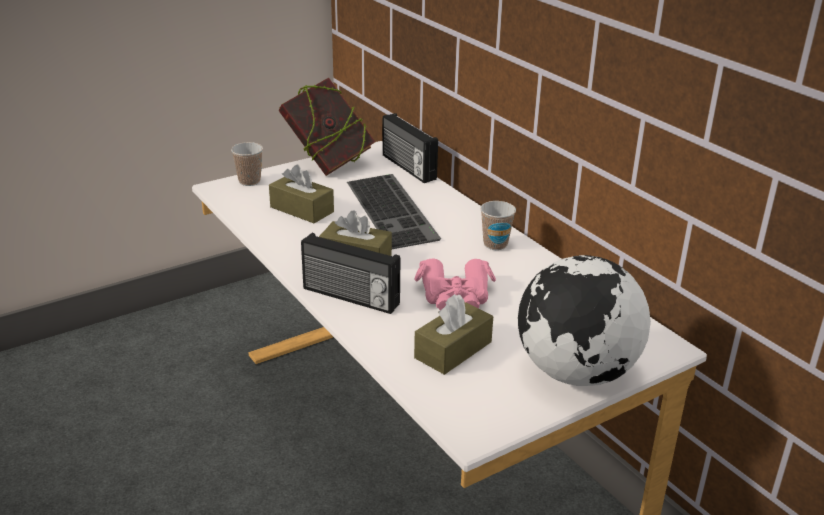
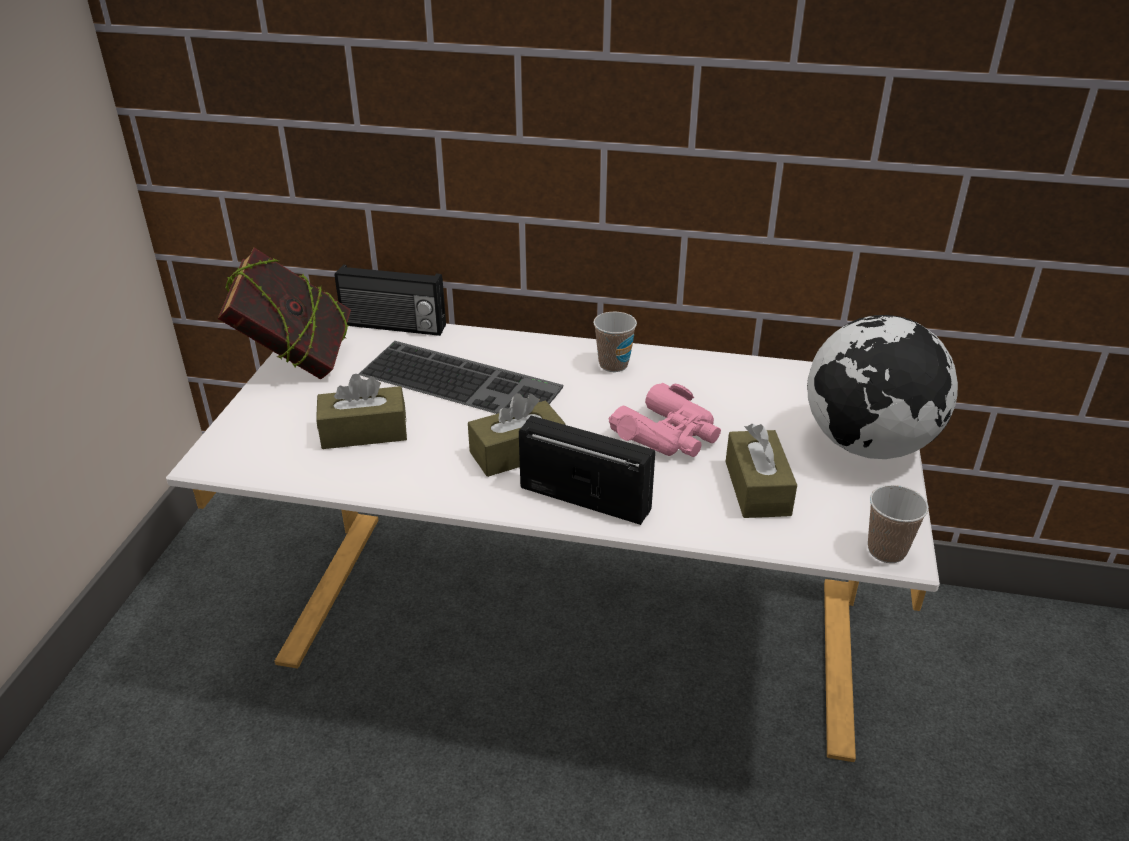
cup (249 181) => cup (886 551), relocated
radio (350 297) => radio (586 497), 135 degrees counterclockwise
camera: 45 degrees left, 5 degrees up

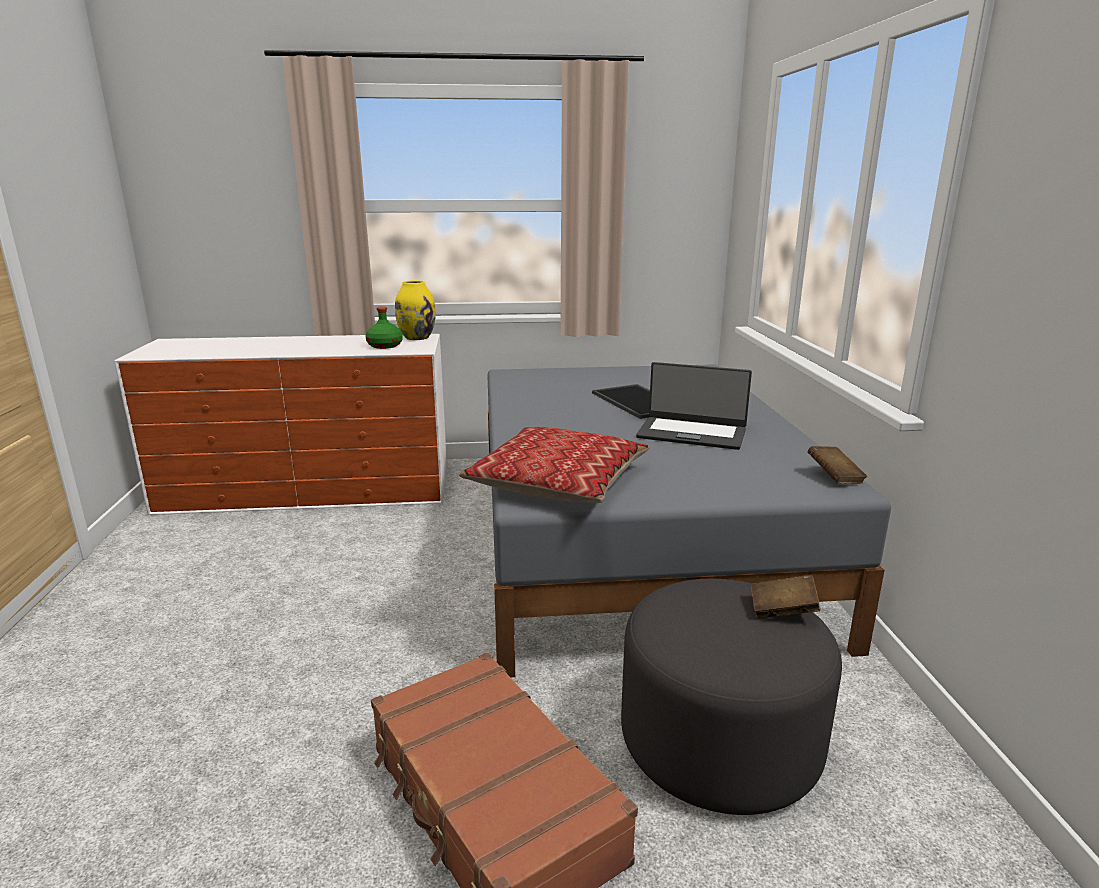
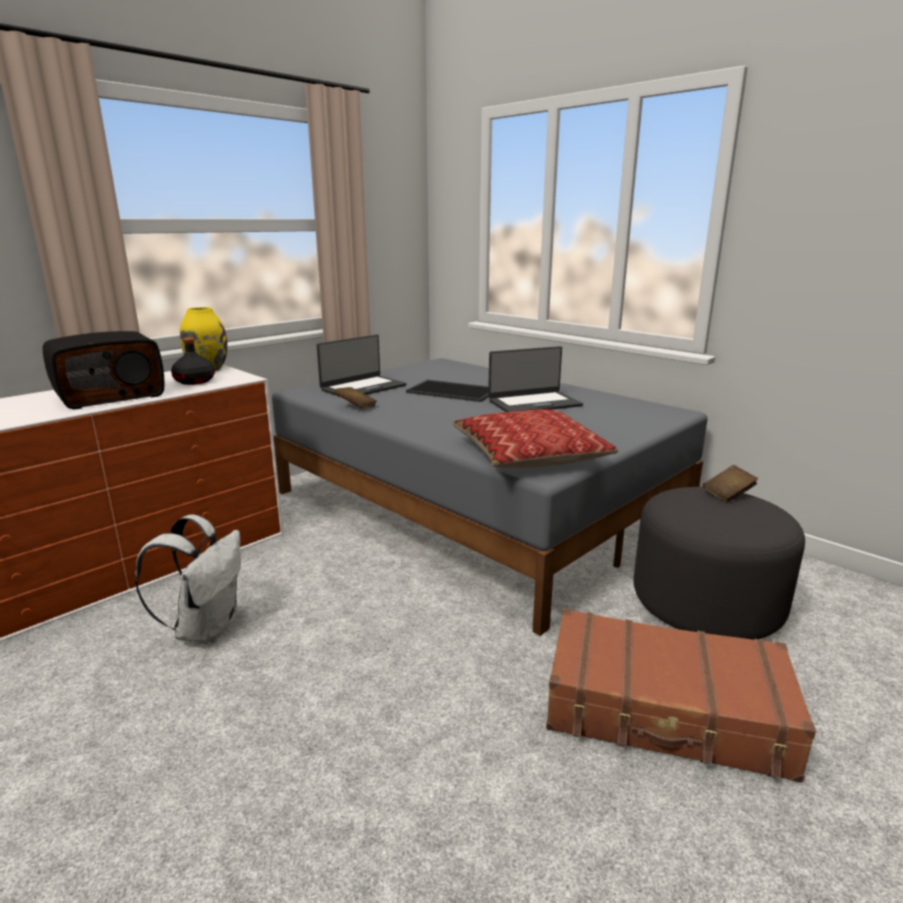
green bottle (385 346) => black bottle (195 381)
brown book (834 477) => brown book (356 407), relocated
nothing => radio (111 395)
nothing => white backpack (206 628)
nothing => laptop (363 387)
camera: 40 degrees left, 0 degrees up

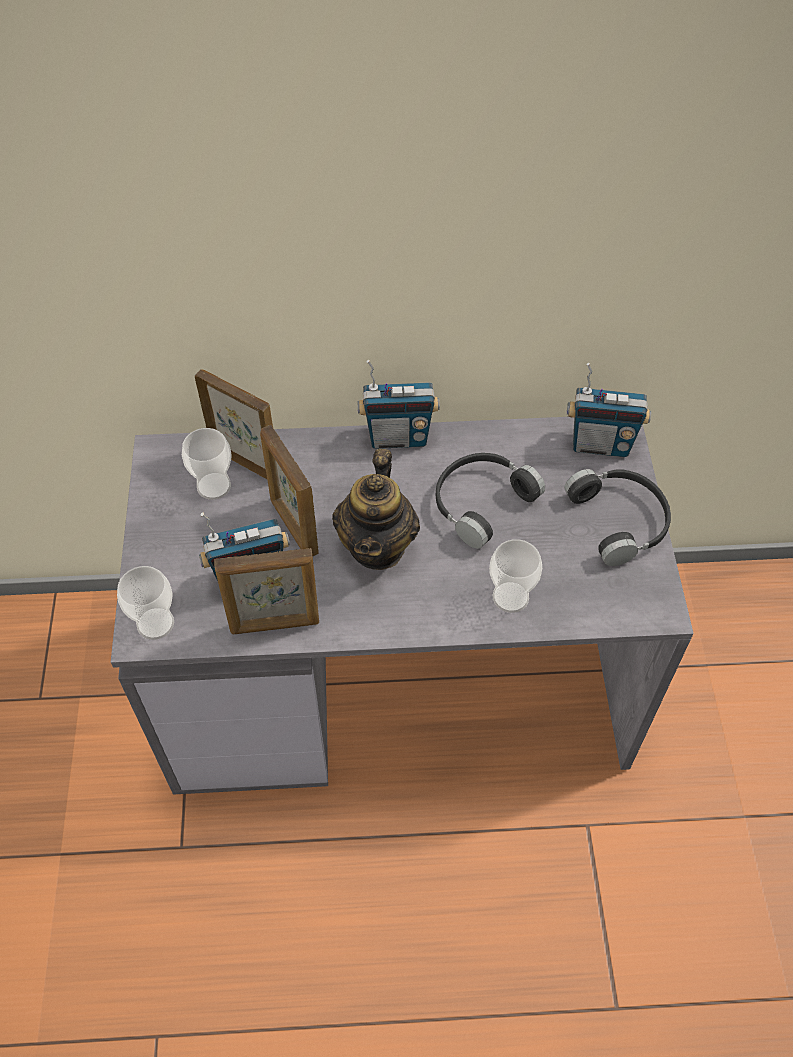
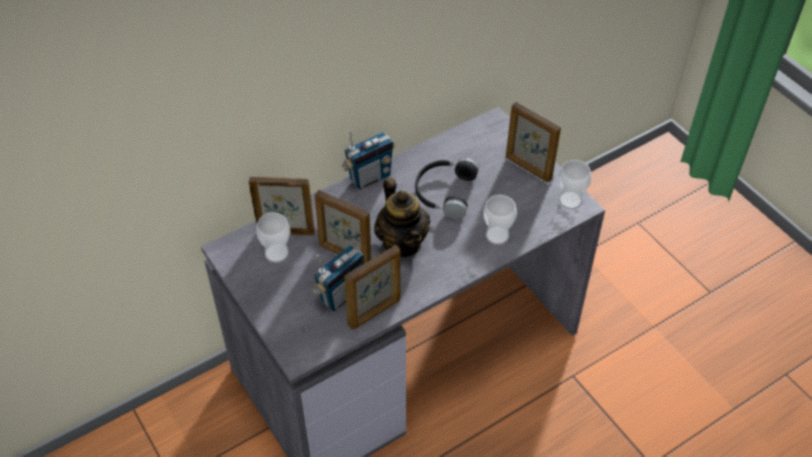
cup (155 623) => cup (570 200), relocated
black headphones (621 520) => picture frame (528 168)
radio (600 444) => nothing
camera: 30 degrees left, 5 degrees down

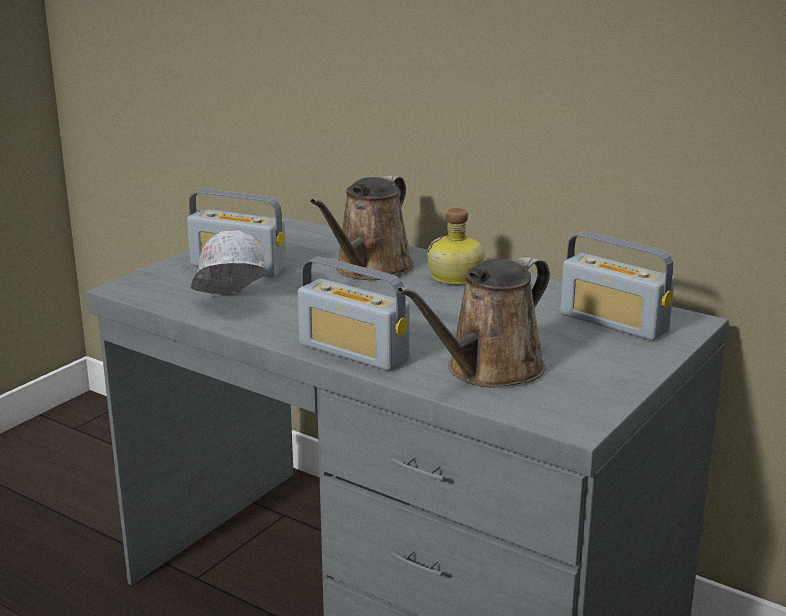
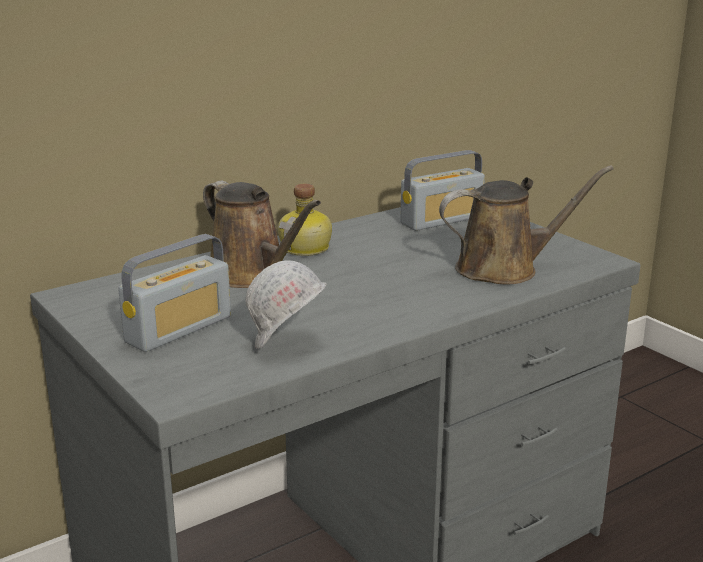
radio (353 352) => nothing
brown watering can (488 370) => brown watering can (504 268), 75 degrees counterclockwise
camera: 70 degrees left, 0 degrees up

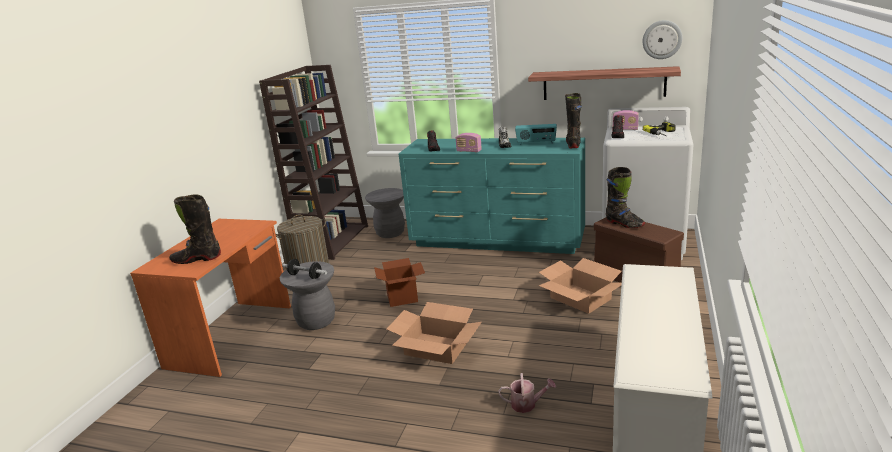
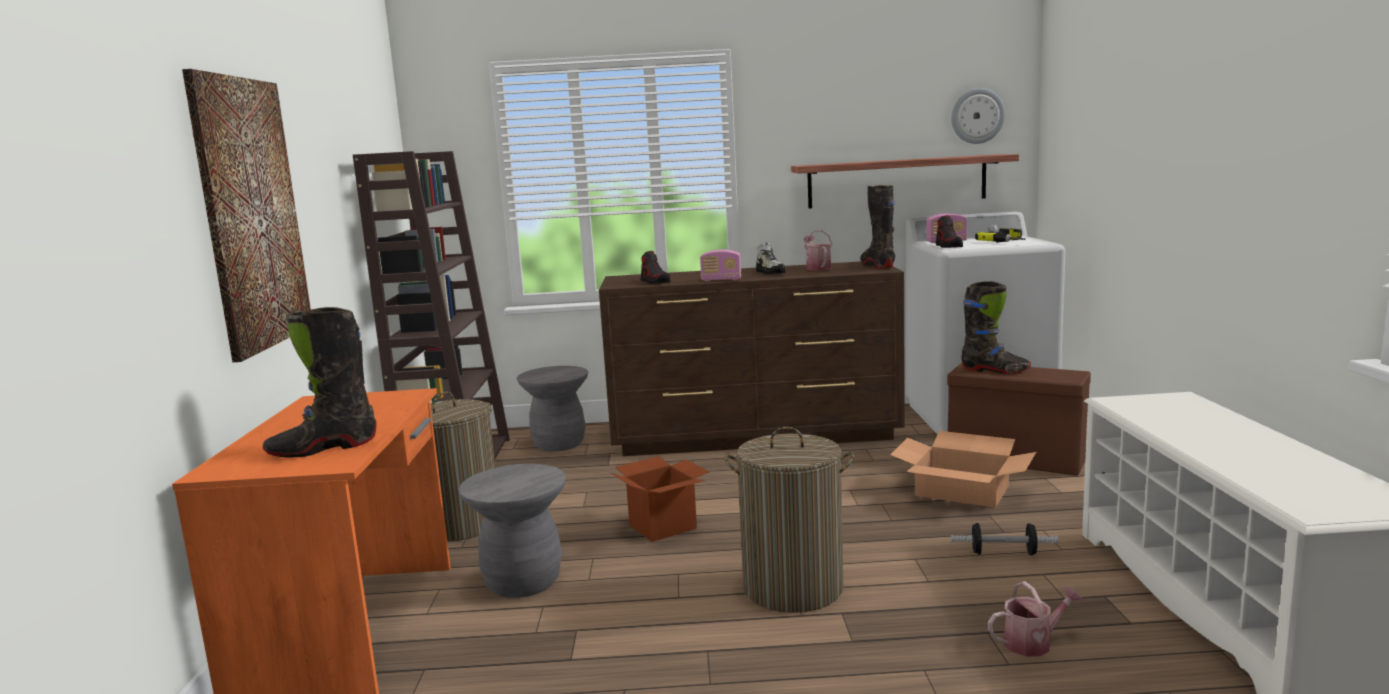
dumbbell (305 276) => dumbbell (1003 553), relocated
cardboard box (436 348) => laundry basket (793 588)
turquoise dresser (497 240) => brown dresser (756 436)
radio (536 143) => watering can (817 268)
nothing => picture (251 214)
camera: 20 degrees left, 10 degrees down

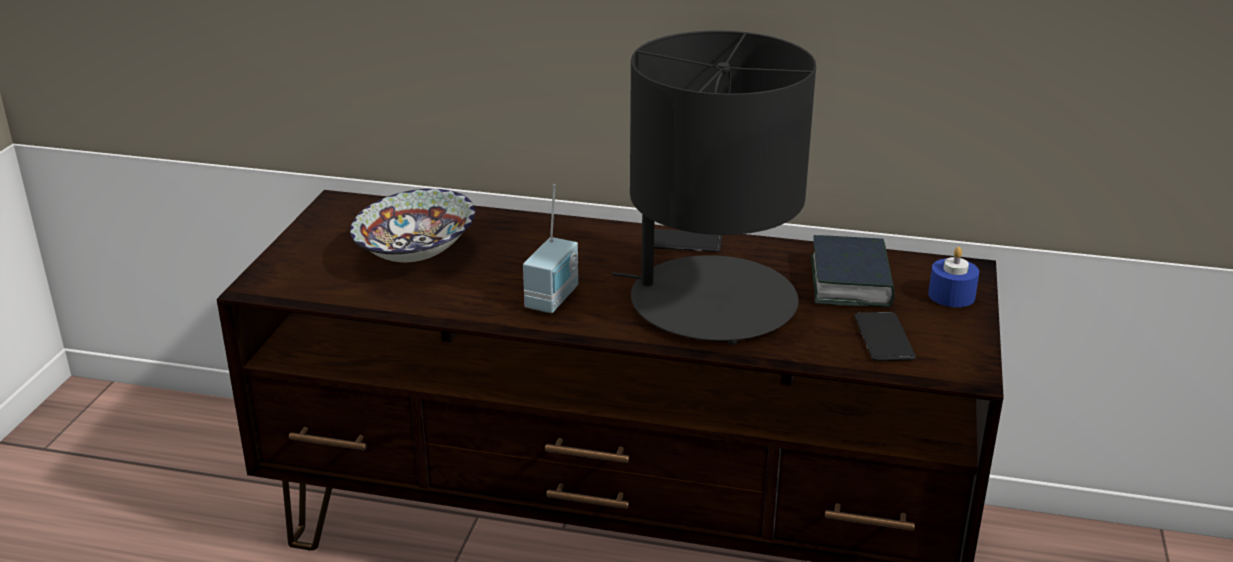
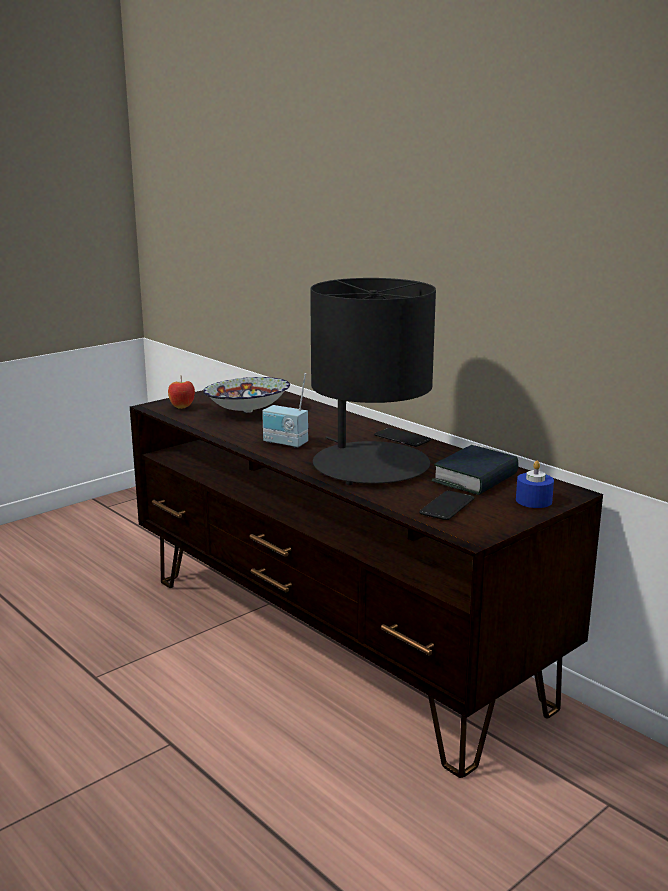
radio (554 299) => radio (285 443), 60 degrees clockwise
nothing => apple (182 407)
camera: 35 degrees right, 10 degrees down

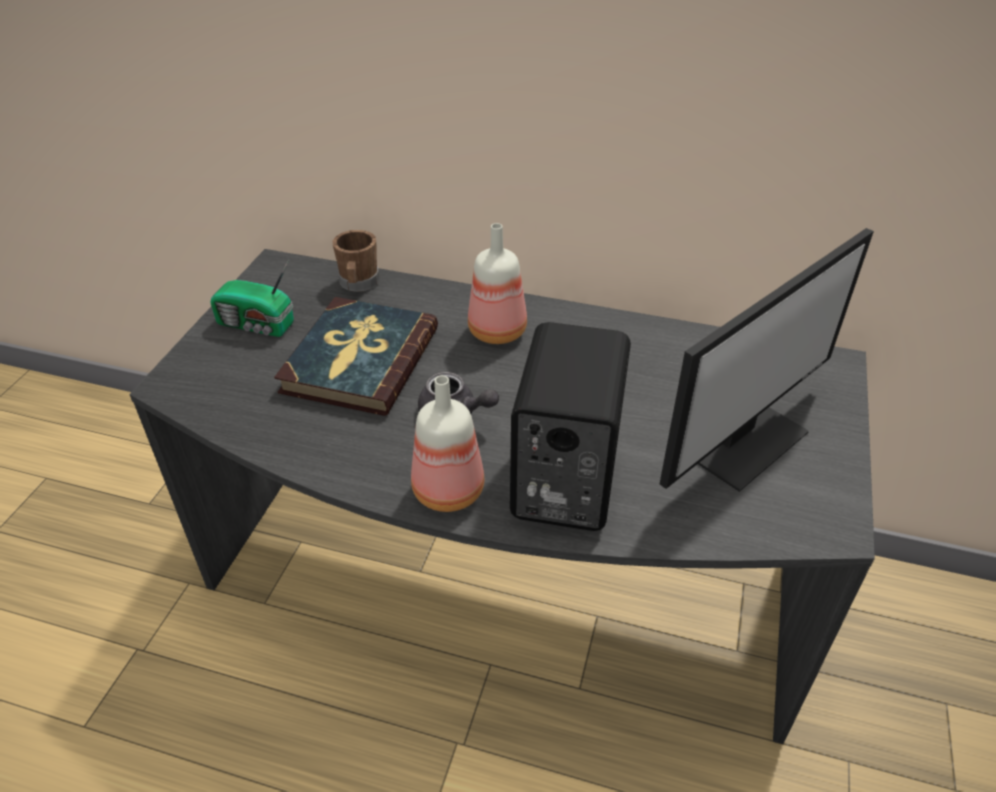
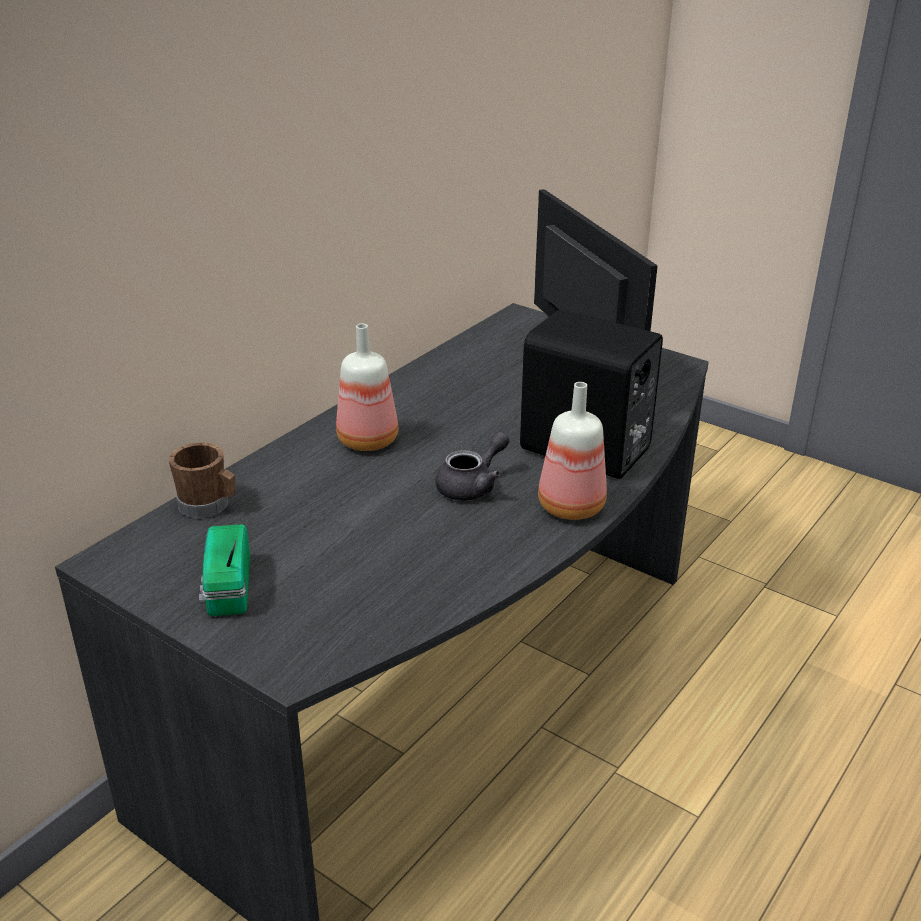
radio (257 325) => radio (226 589), 135 degrees clockwise
book (359 360) => nothing
camera: 70 degrees left, 10 degrees down

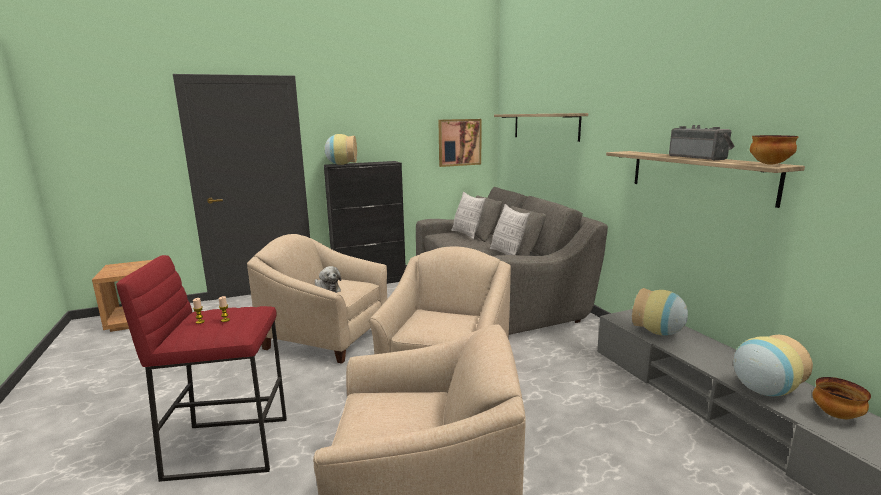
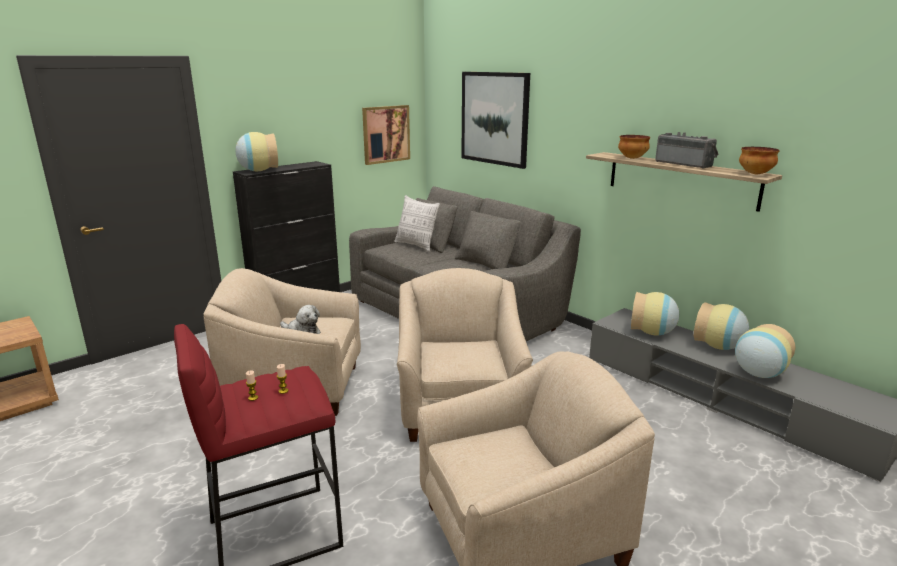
pillow (507 254) => nothing
shelf (545 126) => picture (494 118)
bowl (835 415) => bowl (632 158), relocated
nothing => vase (719 347)
camera: 20 degrees left, 5 degrees up

